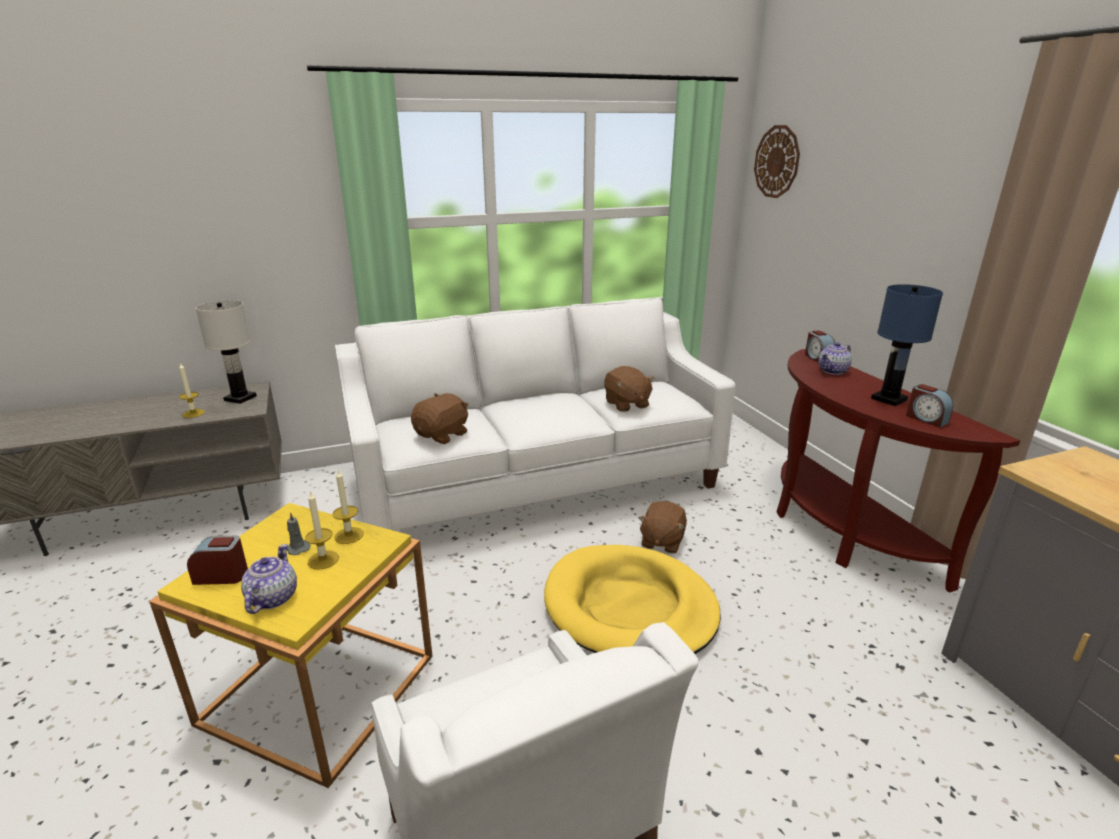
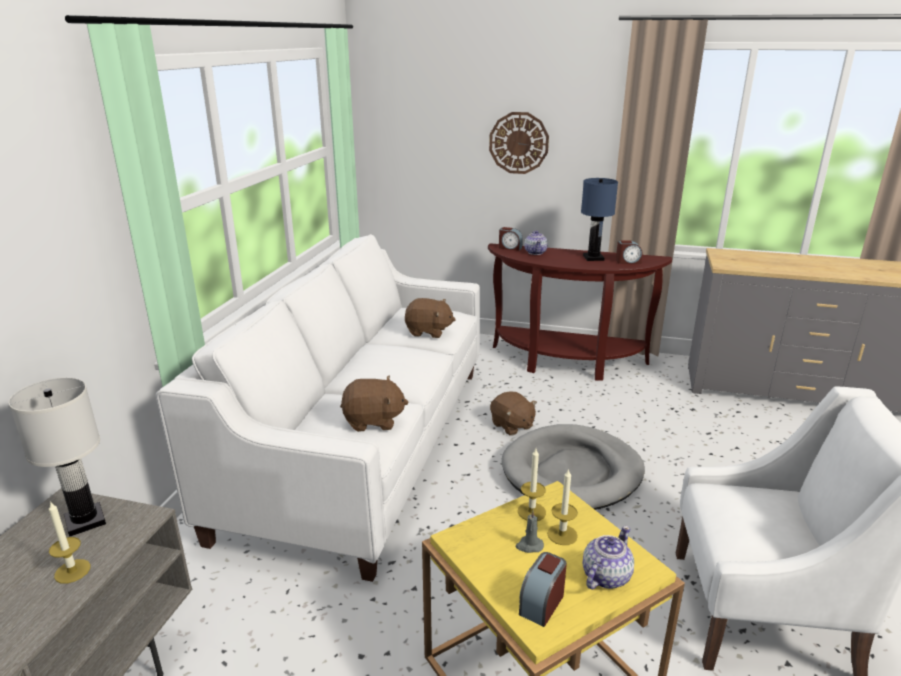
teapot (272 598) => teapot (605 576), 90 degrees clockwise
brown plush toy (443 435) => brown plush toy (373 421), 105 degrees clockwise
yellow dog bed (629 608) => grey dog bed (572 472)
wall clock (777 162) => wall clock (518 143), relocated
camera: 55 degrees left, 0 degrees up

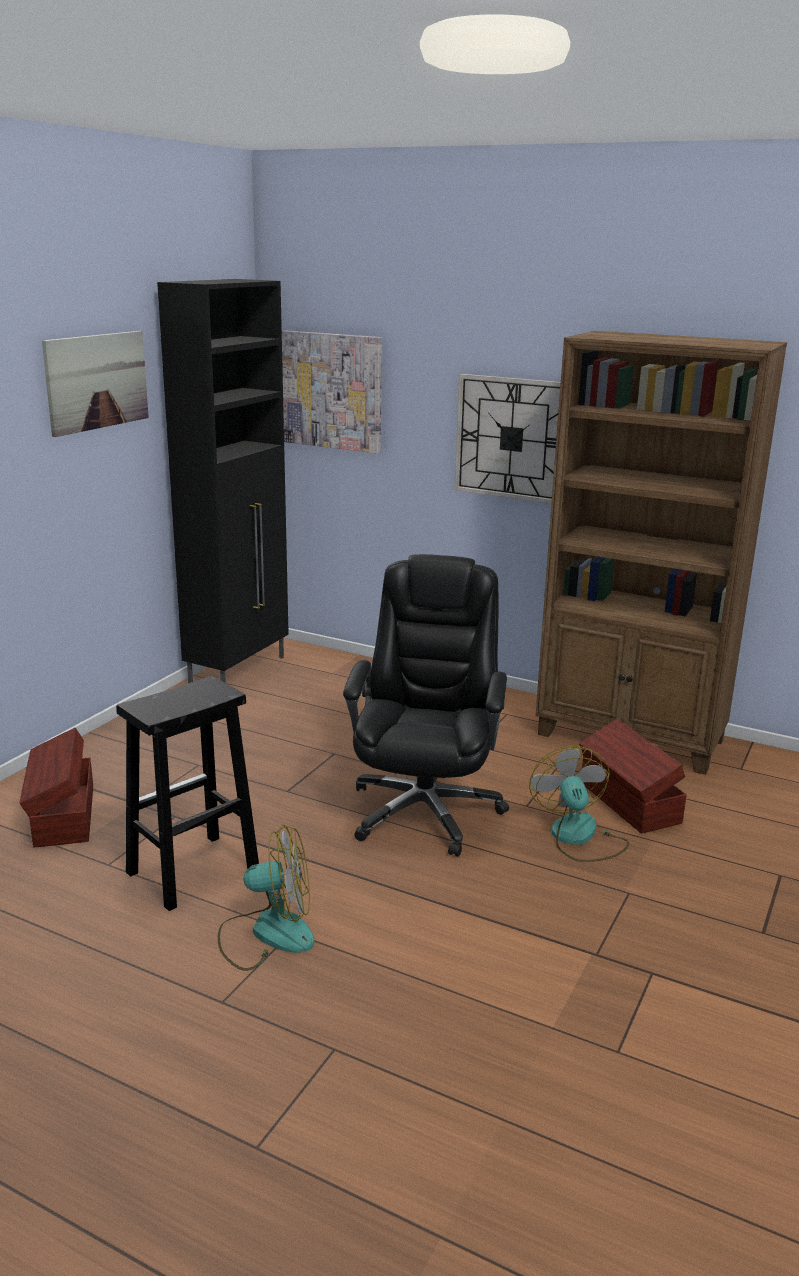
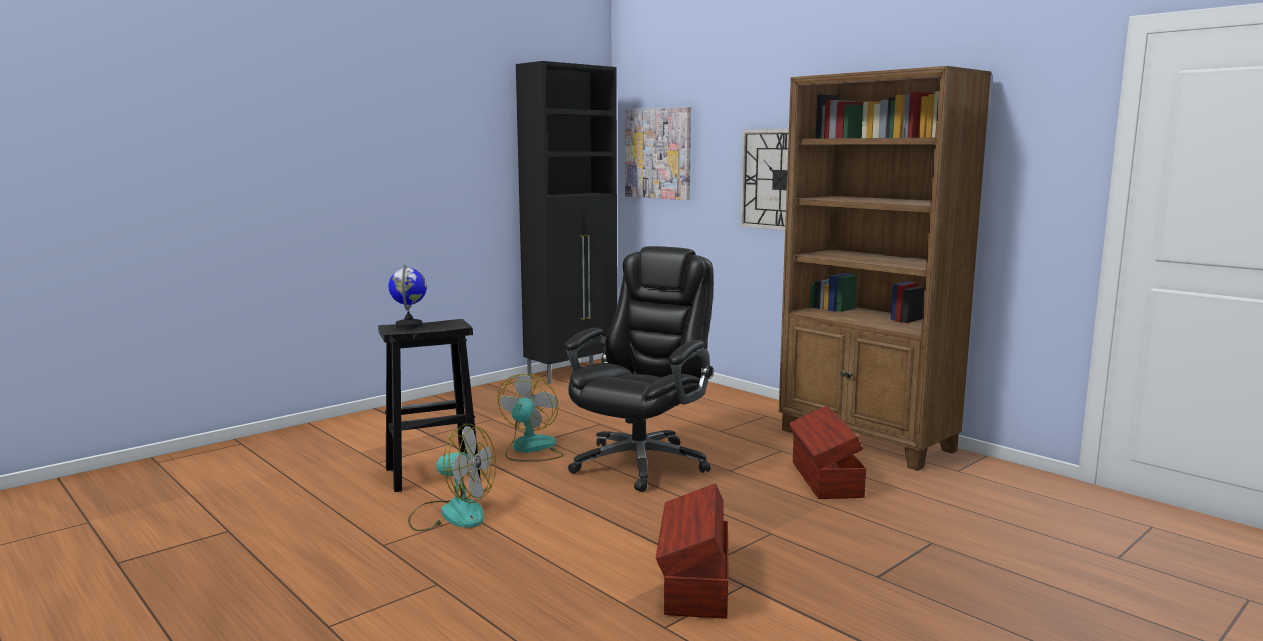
brown storage box (62 816) => brown storage box (695 583), relocated
picture (97 381) => nothing
fan (579 838) => fan (530 449), relocated
nothing => globe (409 325)
camera: 20 degrees right, 10 degrees down

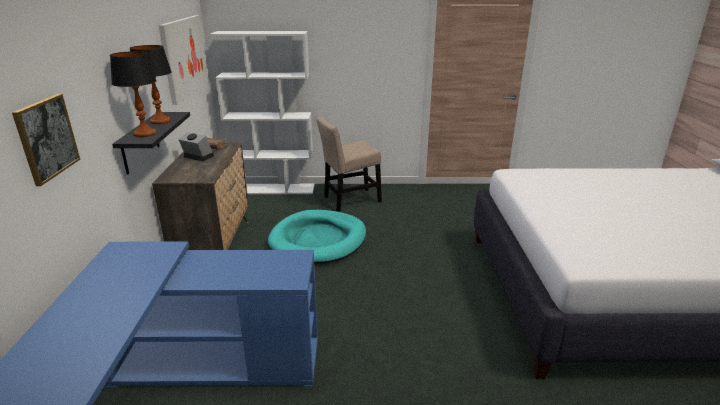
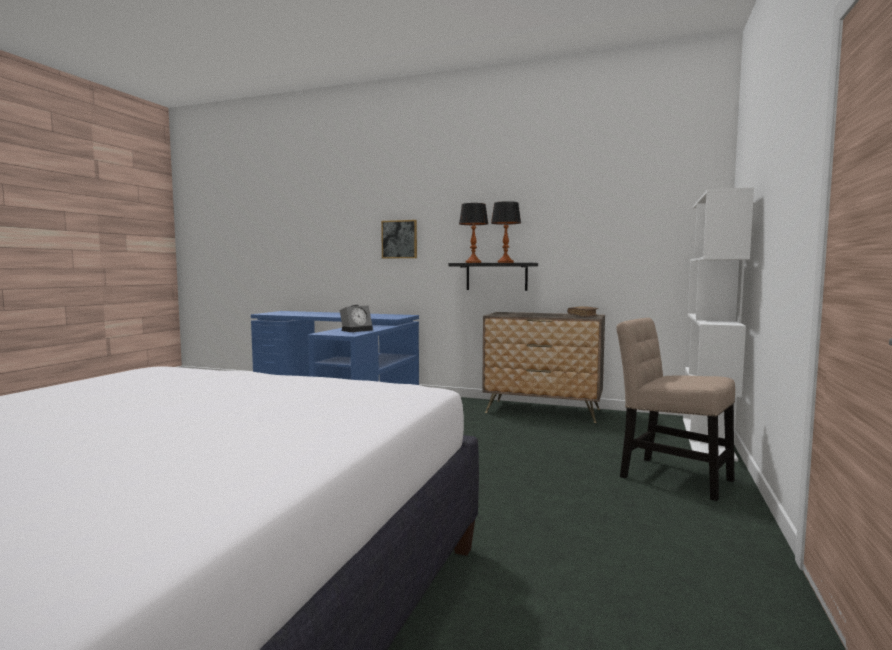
picture (184 57) => nothing
alarm clock (197 157) => alarm clock (357 330), relocated
turquoise dog bed (318 240) => nothing
beige chair (349 200) => beige chair (670 476), 45 degrees counterclockwise
camera: 110 degrees right, 20 degrees down

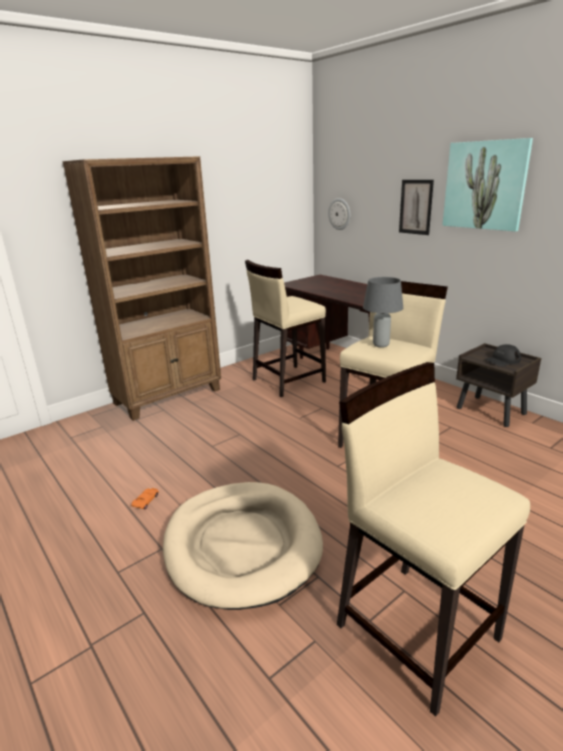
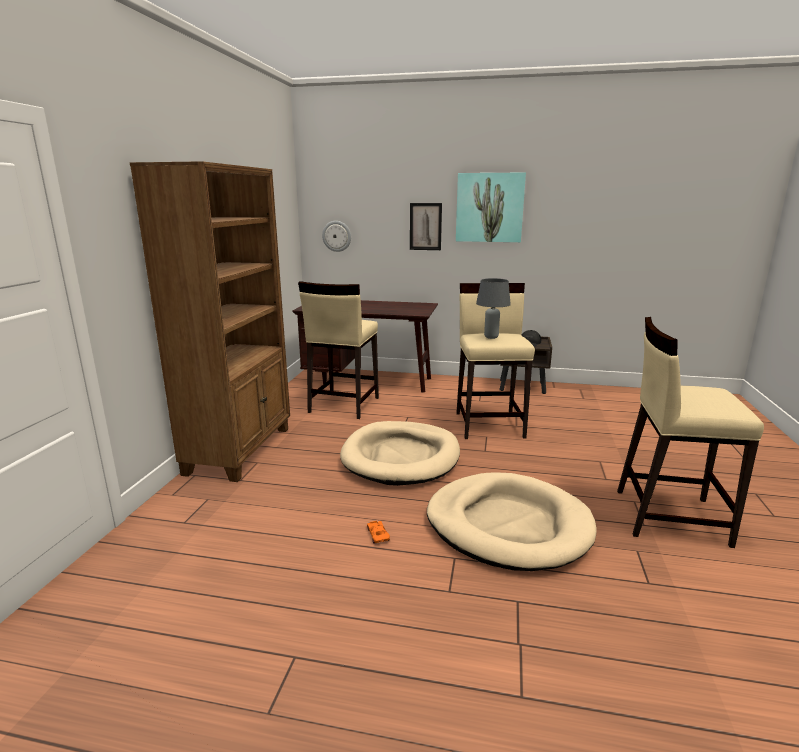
nothing => beige dog bed (401 457)
camera: 40 degrees left, 5 degrees down

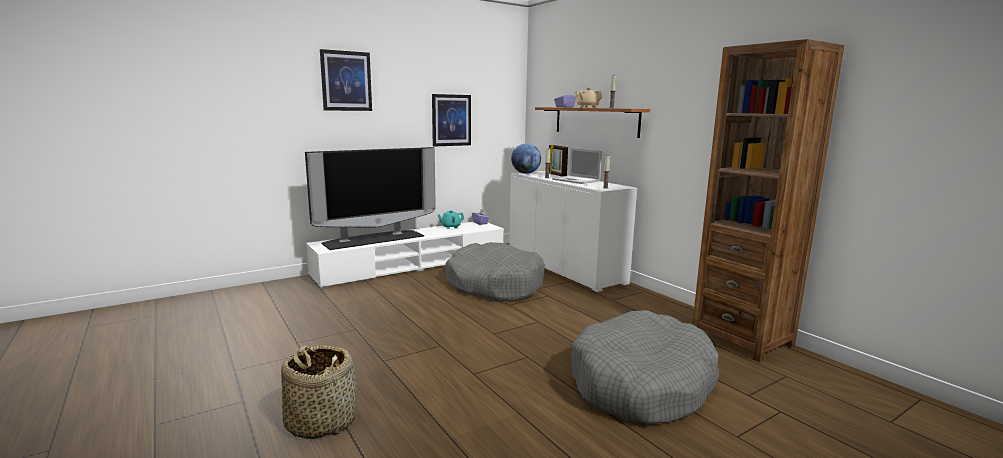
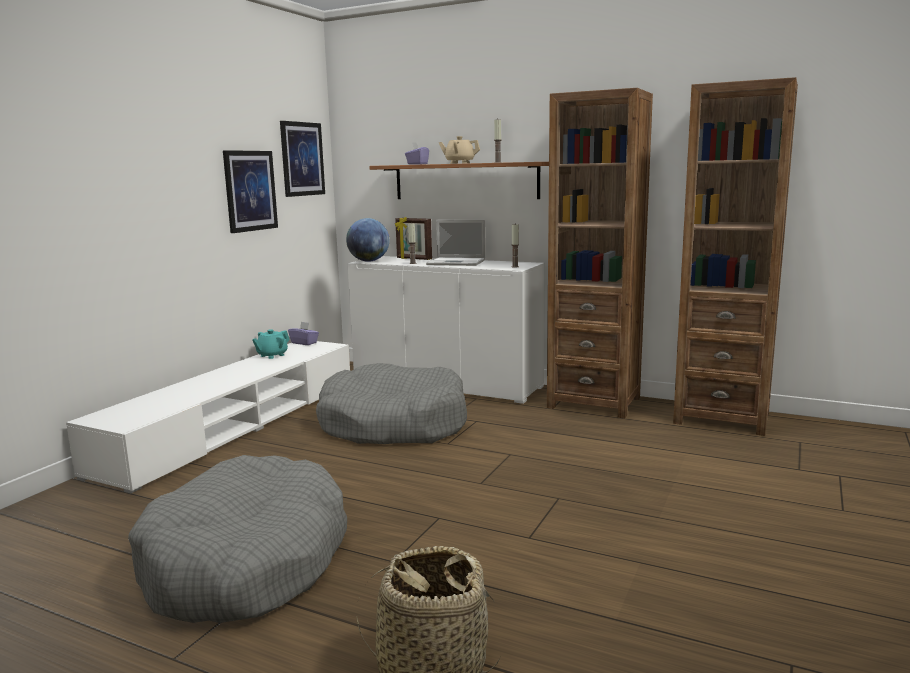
television (373 239) => nothing
picture (346 81) => picture (302 159), relocated
grey dog bed (641 384) => grey dog bed (246 562), relocated
nothing => brown bookcase (594 402)
camera: 30 degrees left, 0 degrees up

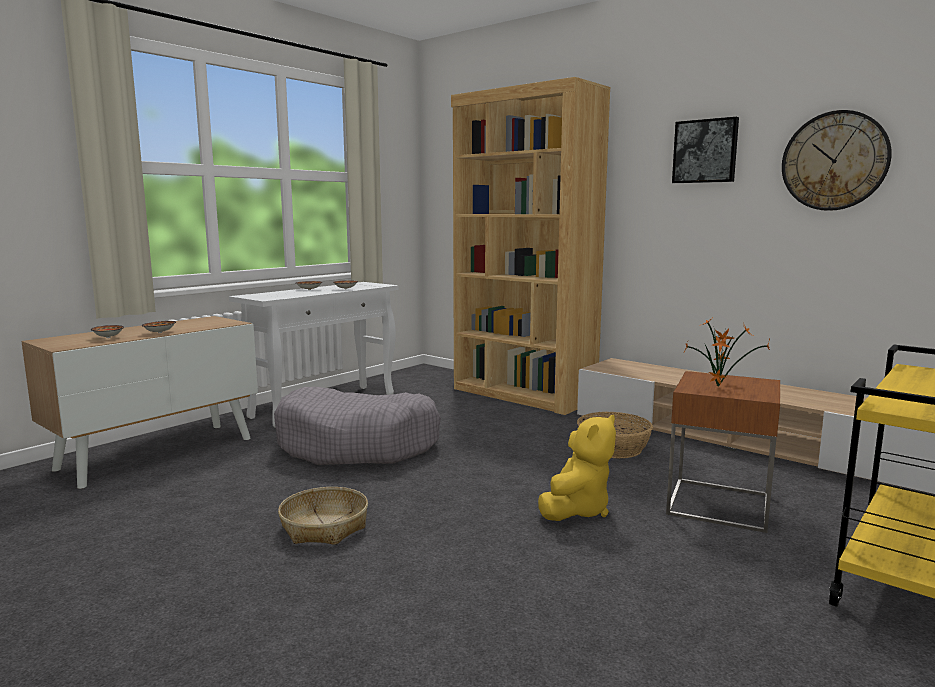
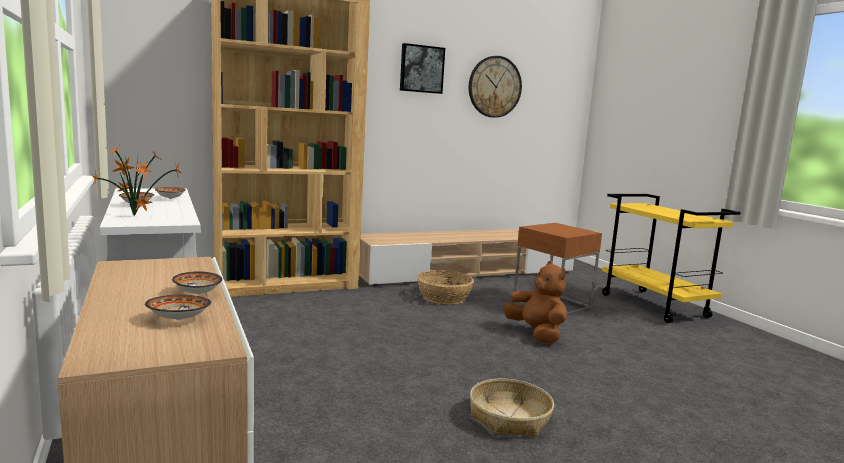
grey dog bed (358 445) => nothing
yellow plush toy (577 509) => brown plush toy (536 334)
potted plant (718 387) => potted plant (134 216), relocated
camera: 65 degrees left, 0 degrees up

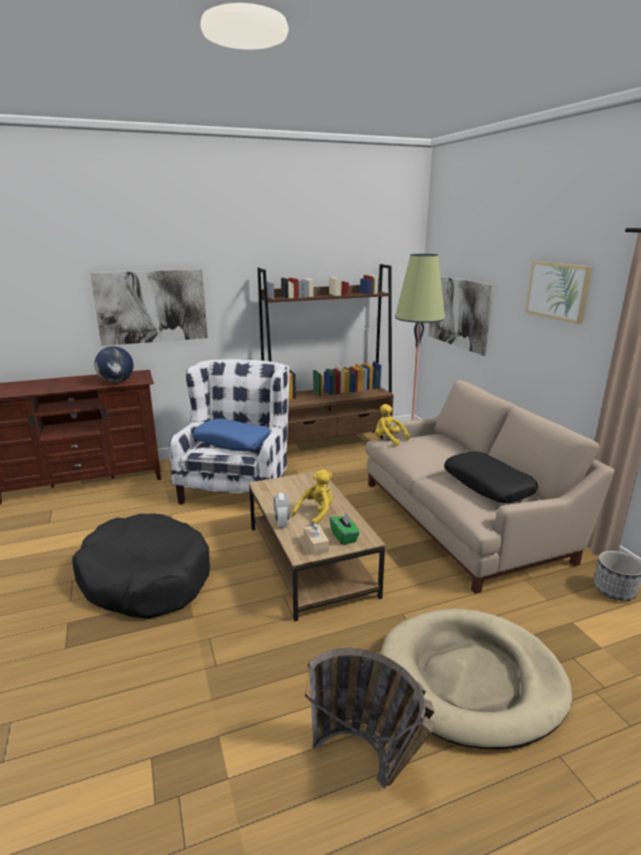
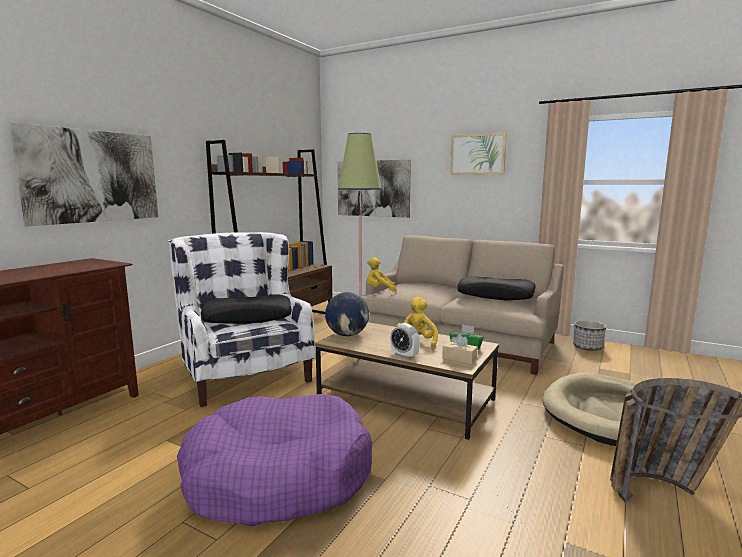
black dog bed (145 578) => purple dog bed (278 476)
globe (117 382) => globe (347 335), relocated
blue pillow (233 442) => black pillow (248 318)
camera: 40 degrees left, 10 degrees down

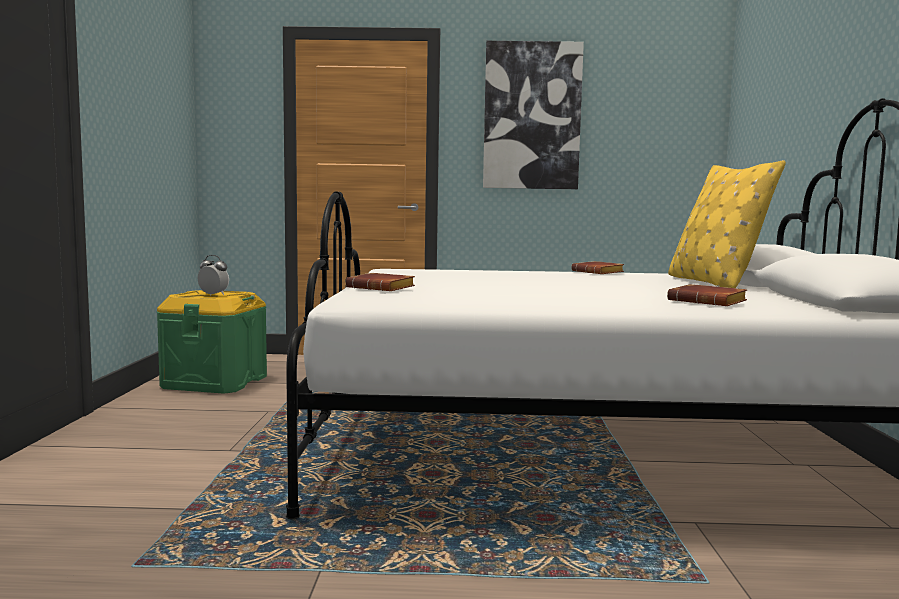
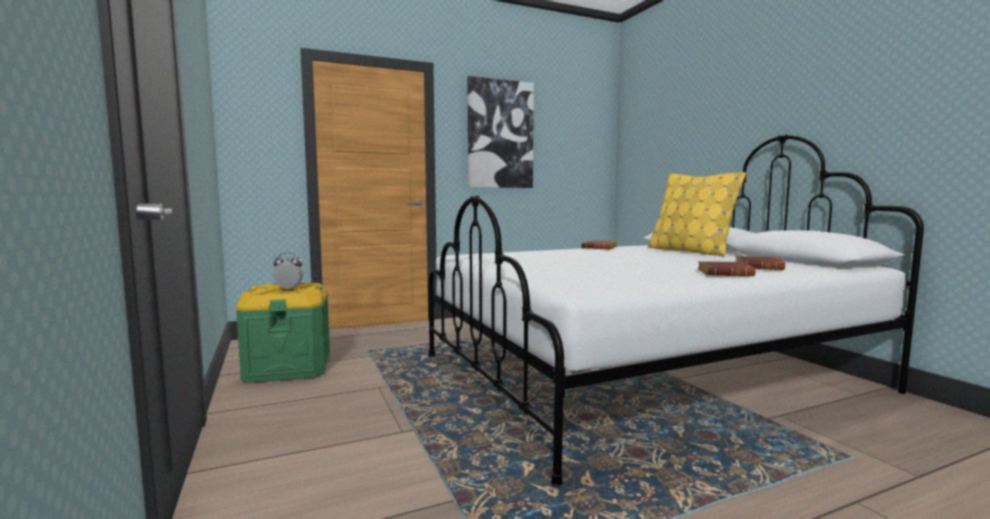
brown book (383 288) => brown book (726 274), relocated
camera: 25 degrees left, 0 degrees up

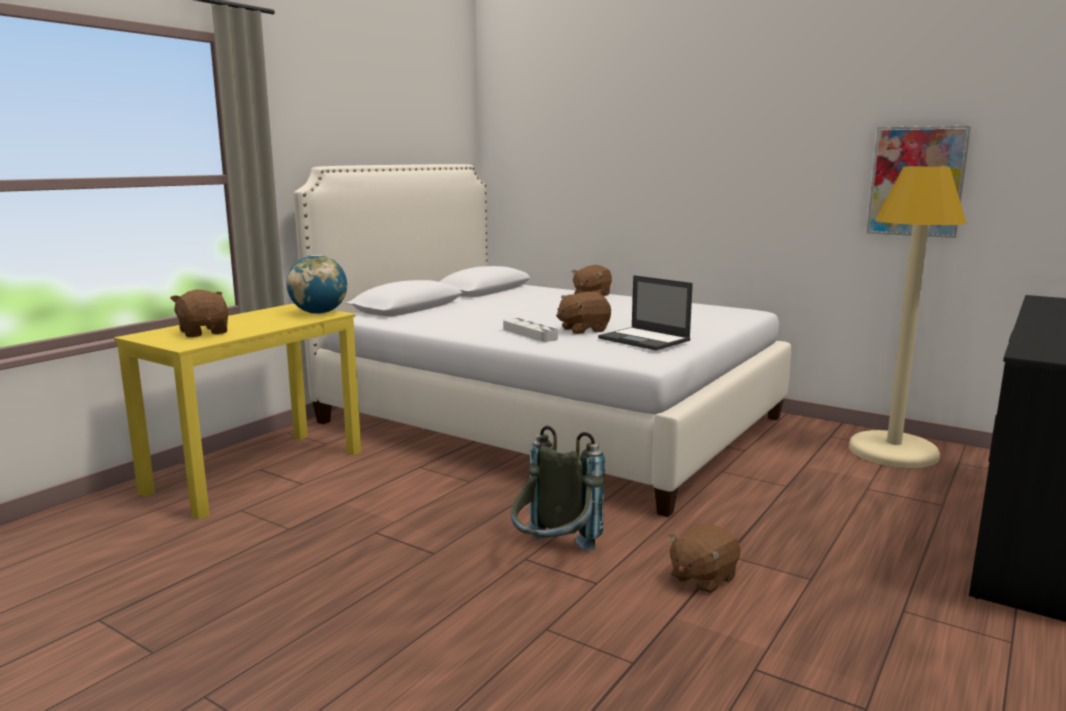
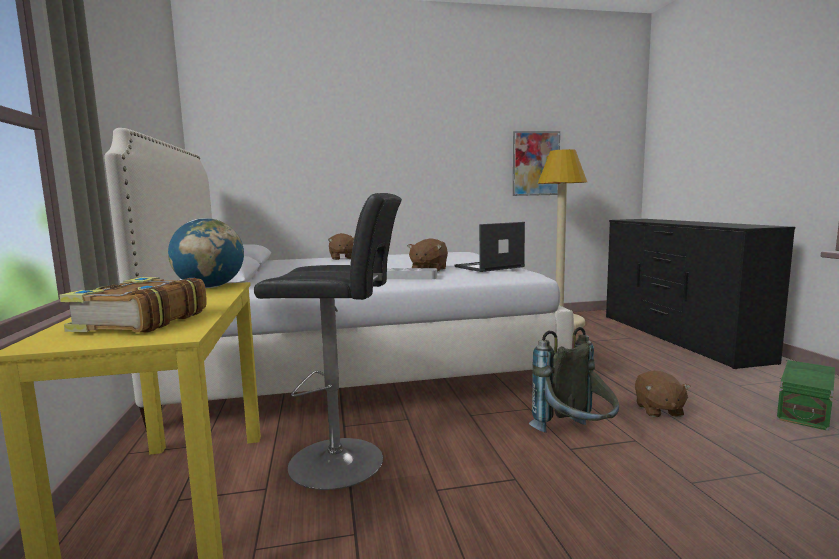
brown plush toy (204 332) => book (139 321)
laptop (645 339) => laptop (488 267), 150 degrees clockwise
nothing => black stool (343 462)
nothing => green storage box (806 411)
camera: 45 degrees left, 5 degrees down

